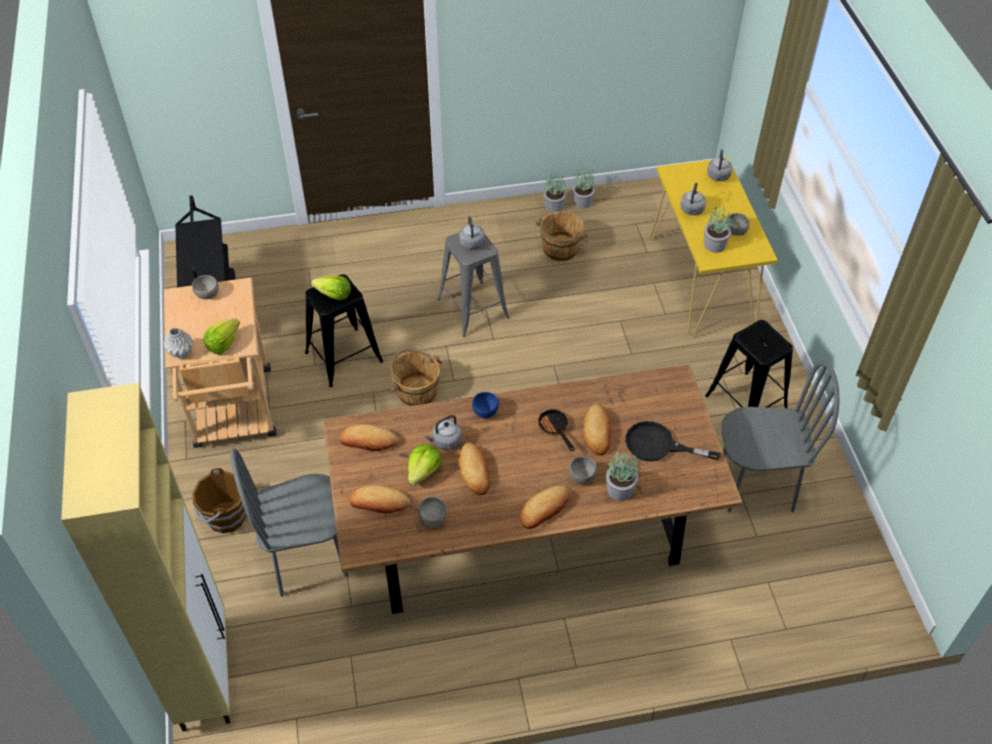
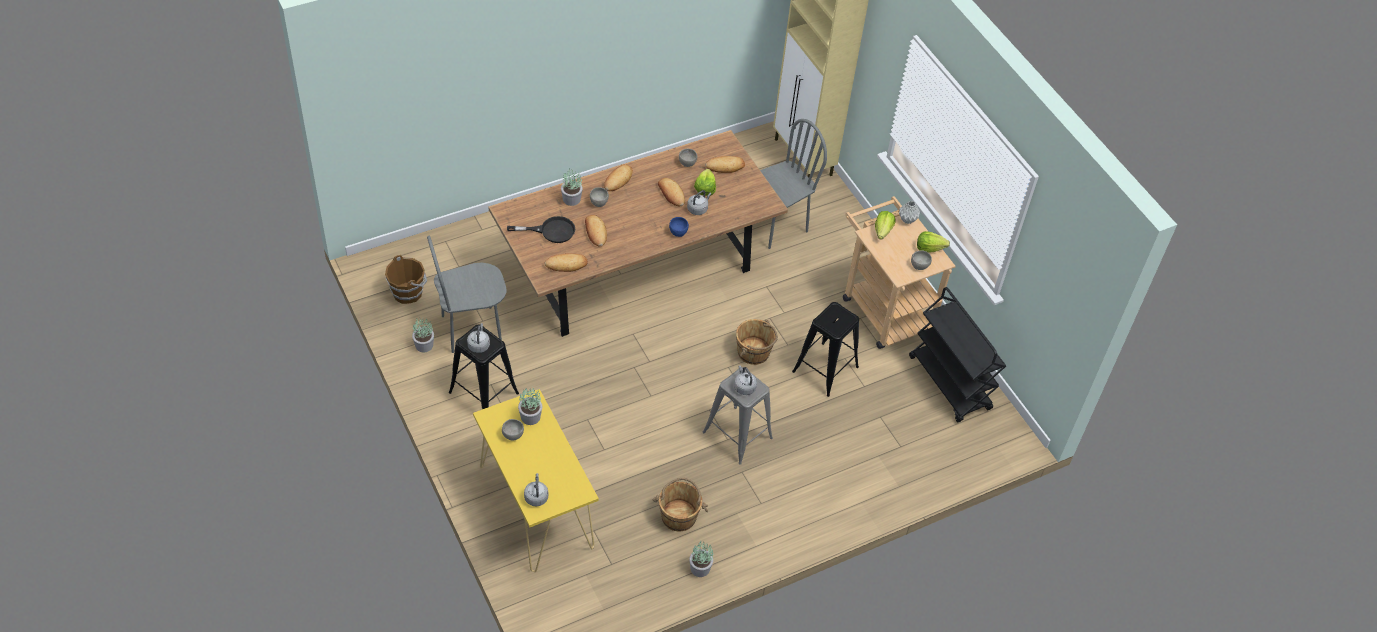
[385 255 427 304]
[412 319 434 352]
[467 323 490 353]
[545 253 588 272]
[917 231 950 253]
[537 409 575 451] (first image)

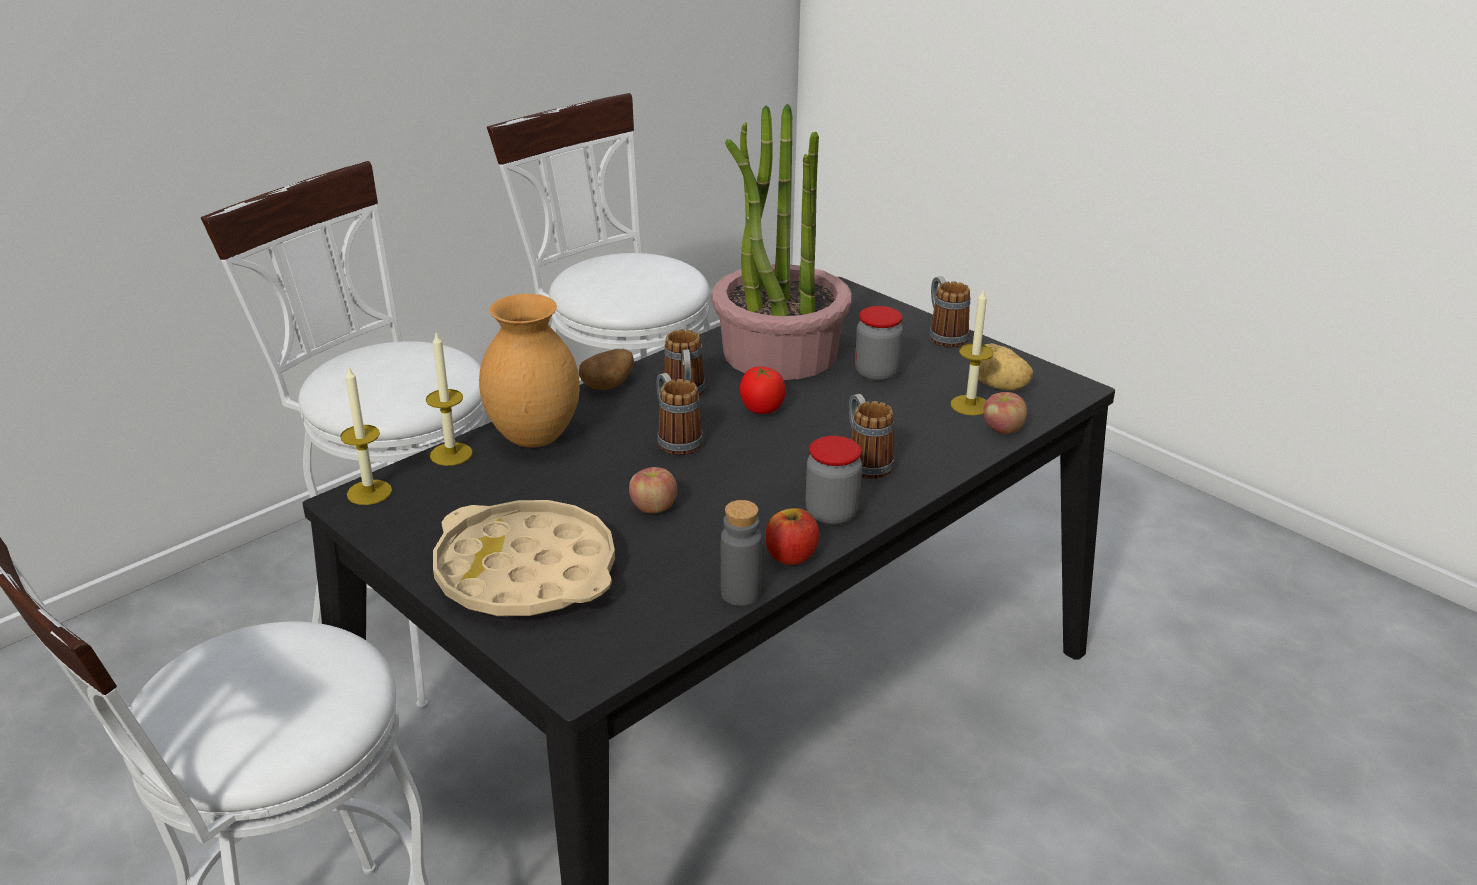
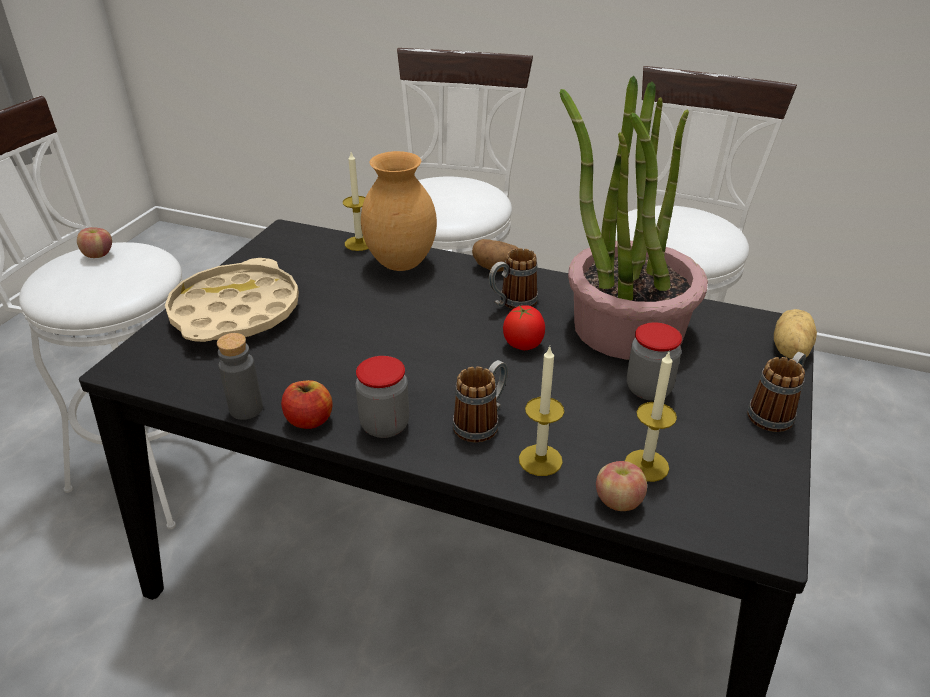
[77 227 112 258]
[519 346 564 476]
[774 309 817 359]
[657 373 703 455] (first image)

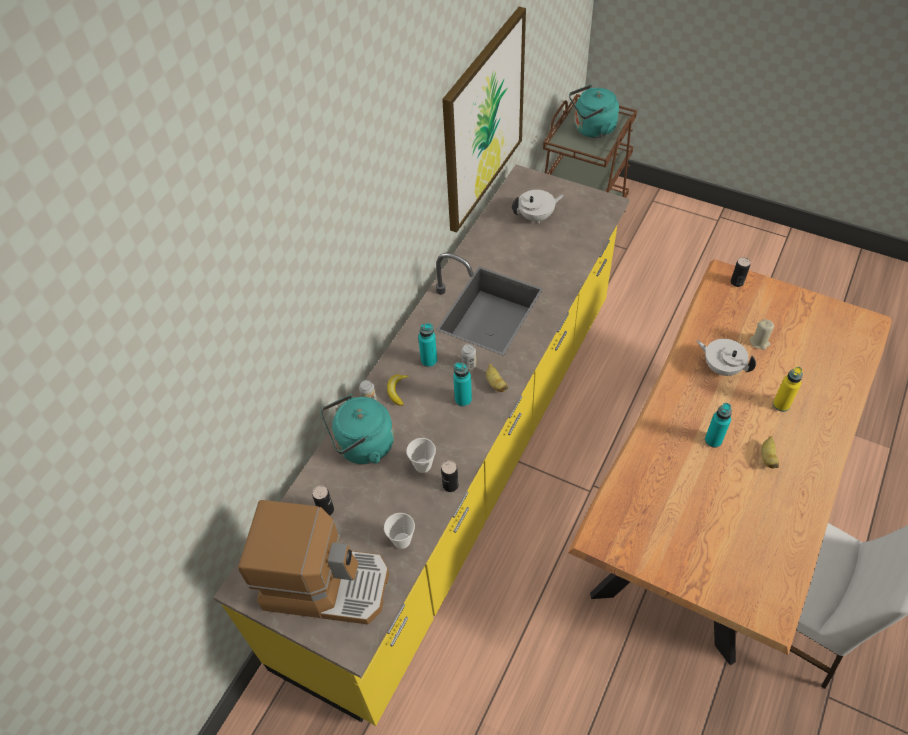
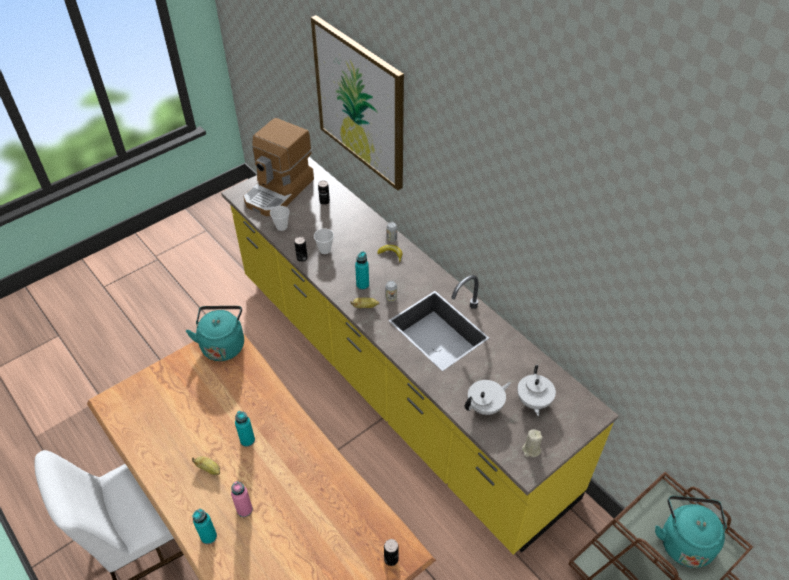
[186 306 244 361]
[192 509 217 544]
[231 481 253 517]
[311 15 404 191]
[464 380 511 415]
[522 429 543 457]

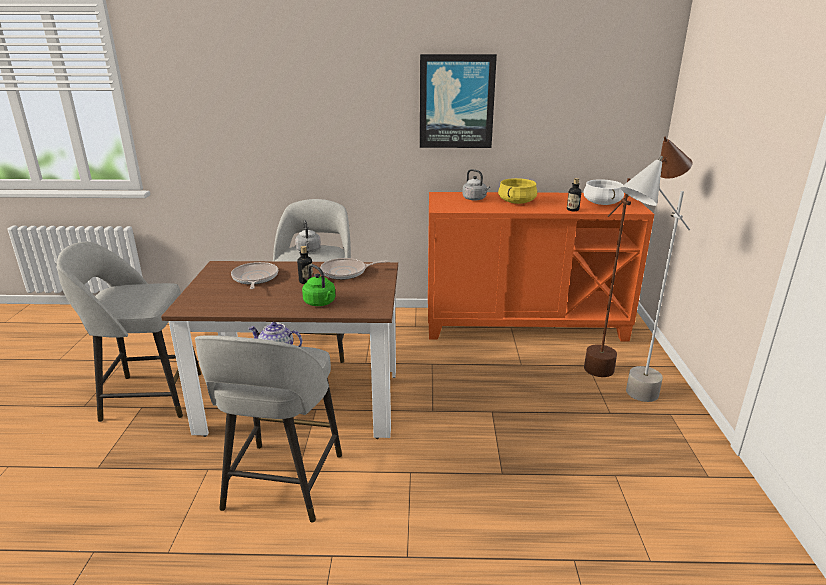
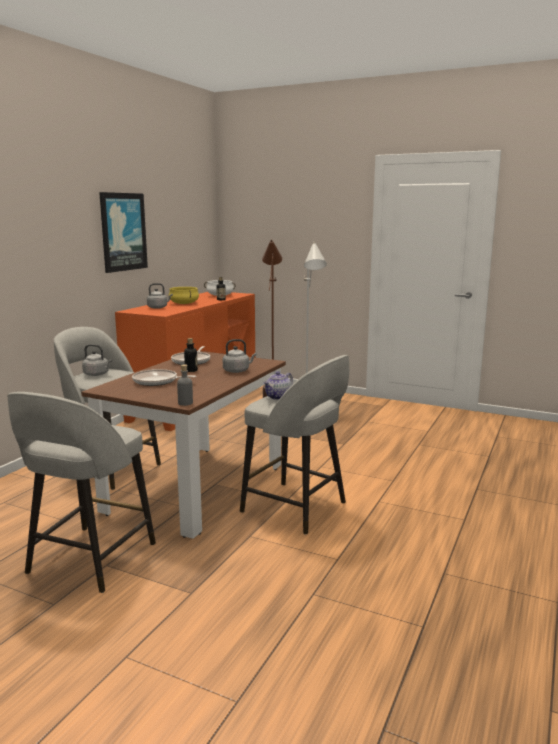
[177 364 193 406]
[223 339 257 373]

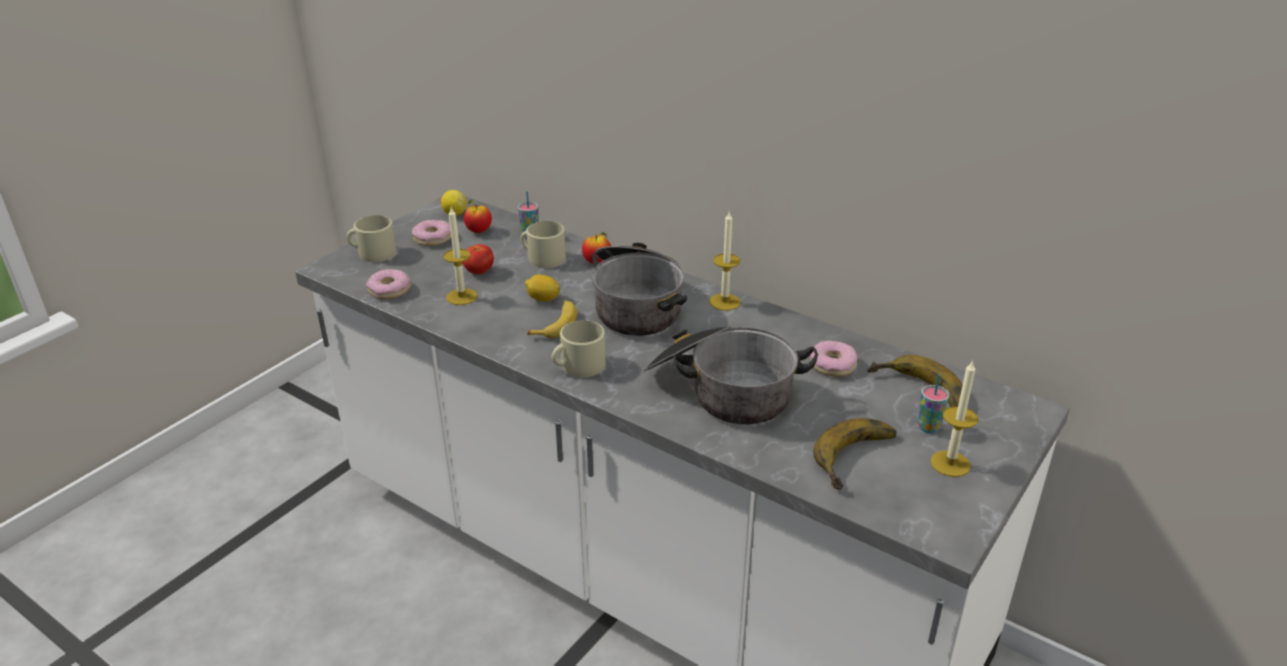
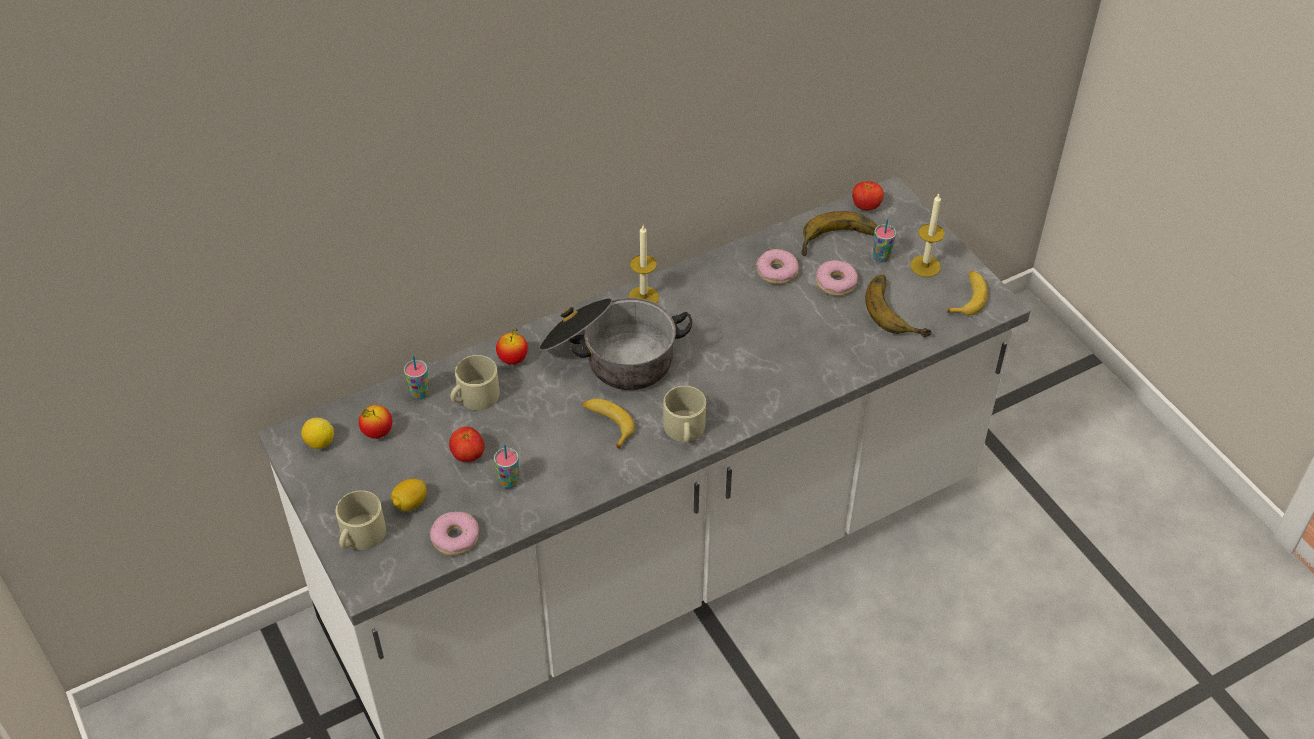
[391 479 427 511]
[494 444 519 488]
[816 260 858 296]
[852 181 884 210]
[947 271 988 315]
[644 326 818 424] (first image)

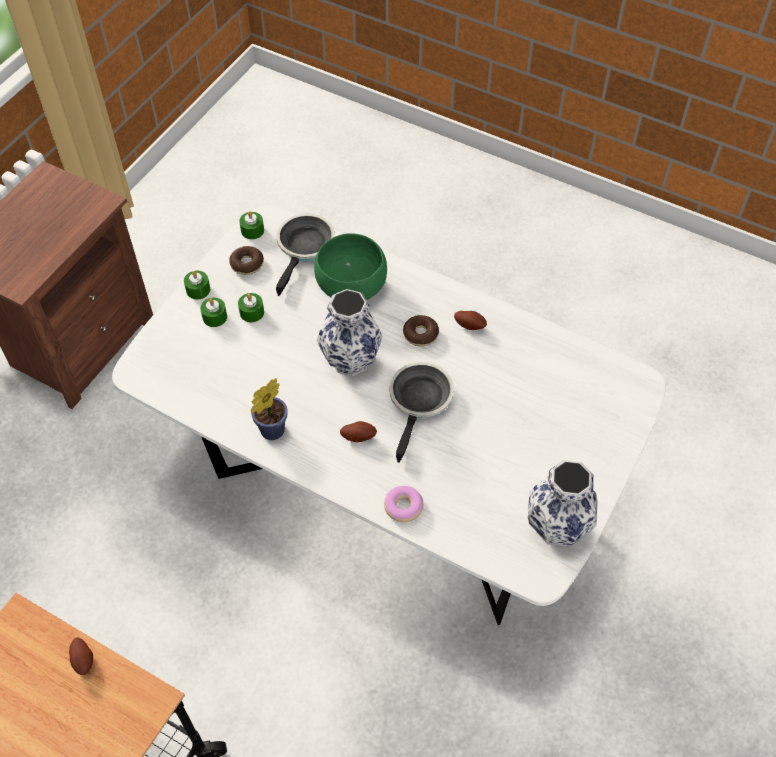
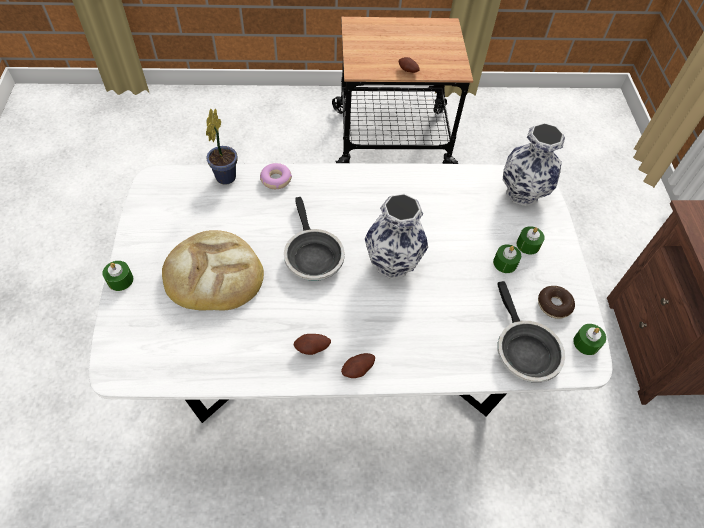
[102 261 134 291]
[162 230 264 311]
[206 109 238 185]
[341 353 375 378]
[503 123 565 206]
[314 233 387 300] (first image)
[403 315 439 346] (first image)

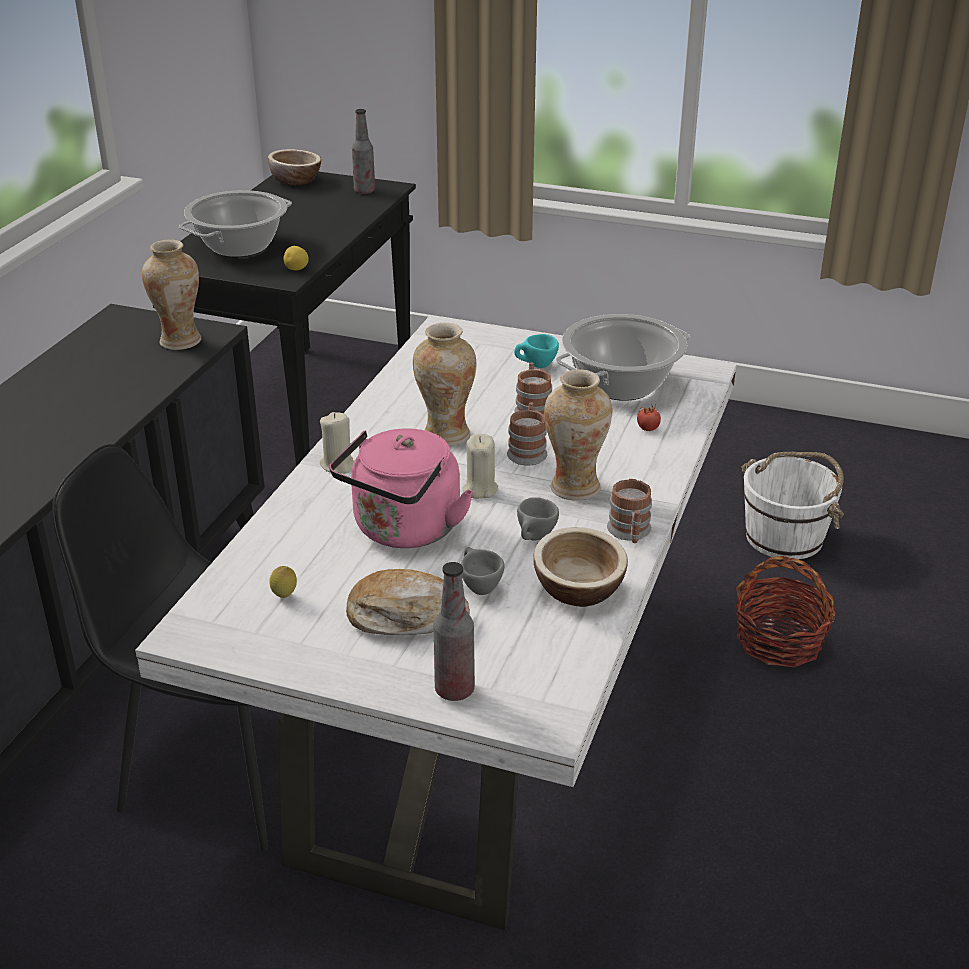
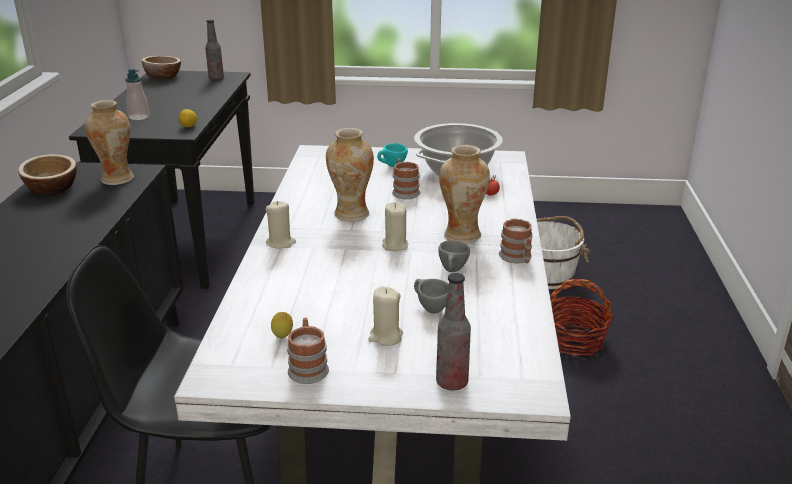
[18 154 77 195]
[125 69 150 120]
[287 317 329 384]
[368 286 403 346]
[329 428 473 548] (first image)

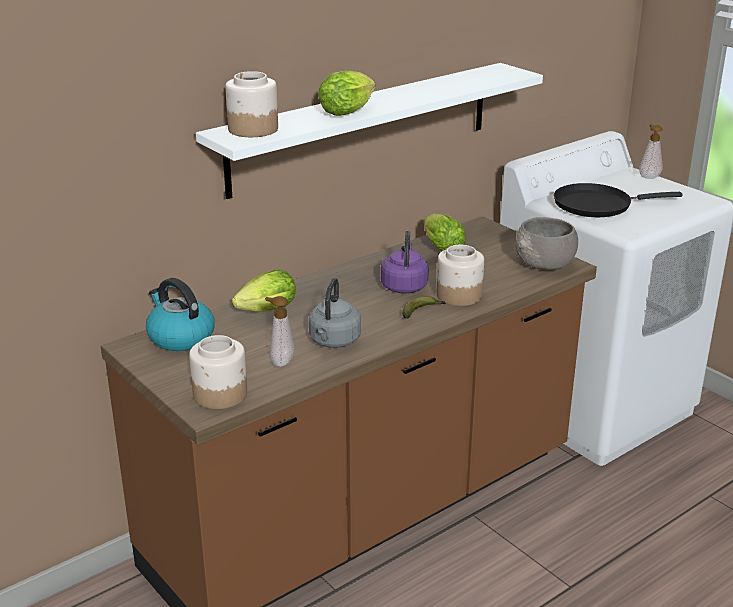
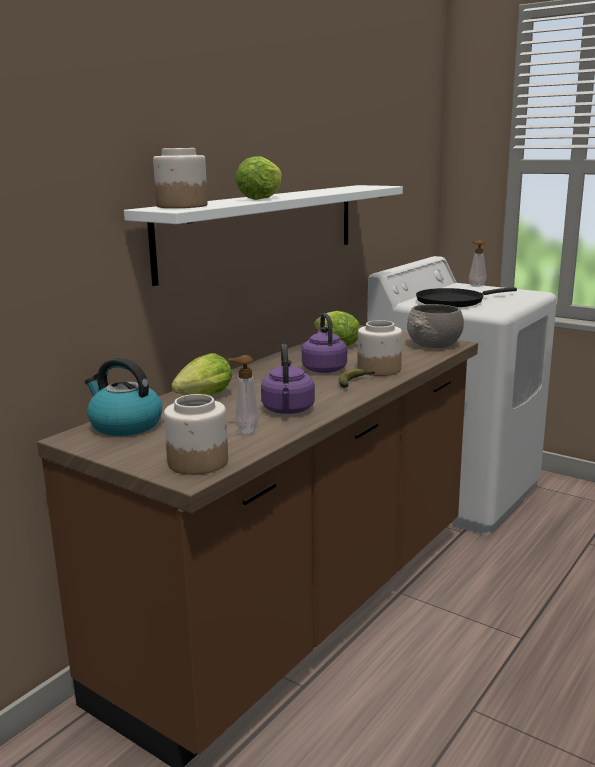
[261 344 315 414]

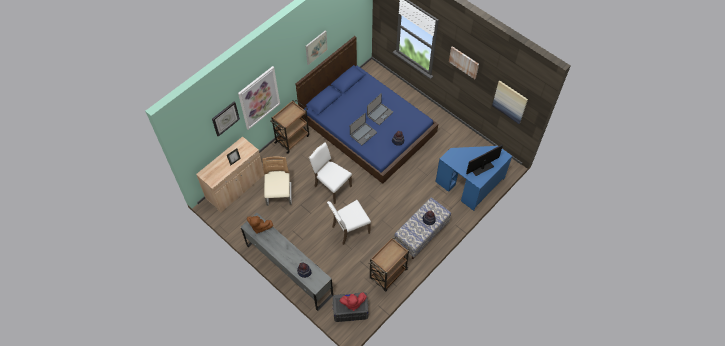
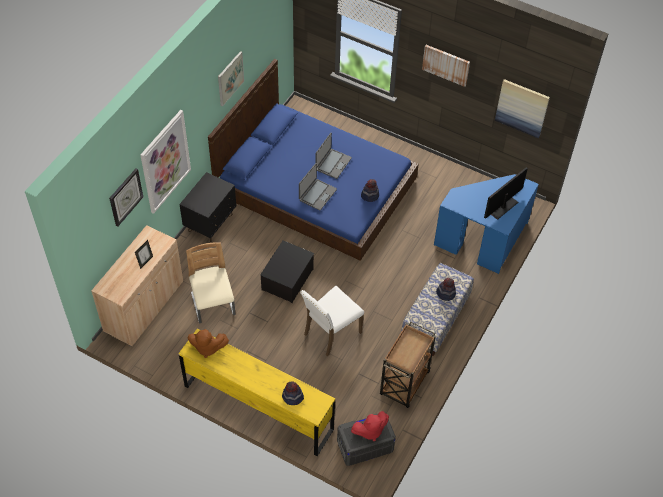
[178 328 335 457]
[179 172 236 242]
[260 240 314 303]

